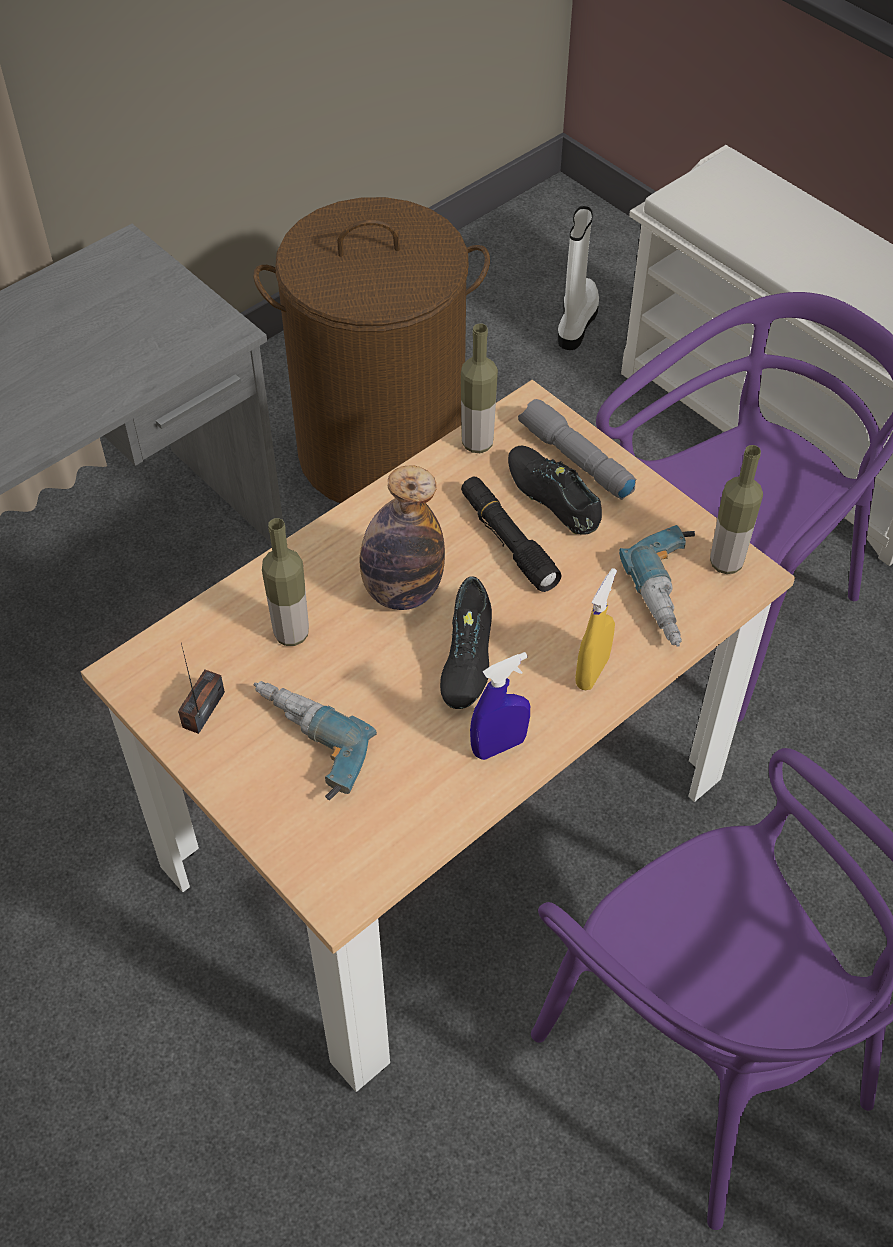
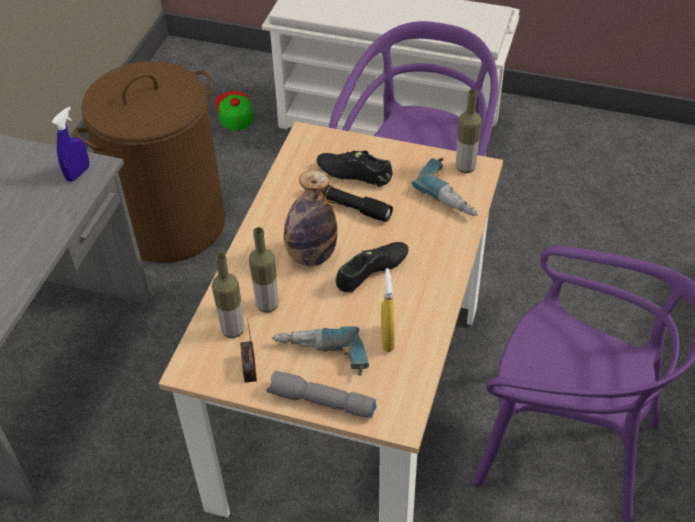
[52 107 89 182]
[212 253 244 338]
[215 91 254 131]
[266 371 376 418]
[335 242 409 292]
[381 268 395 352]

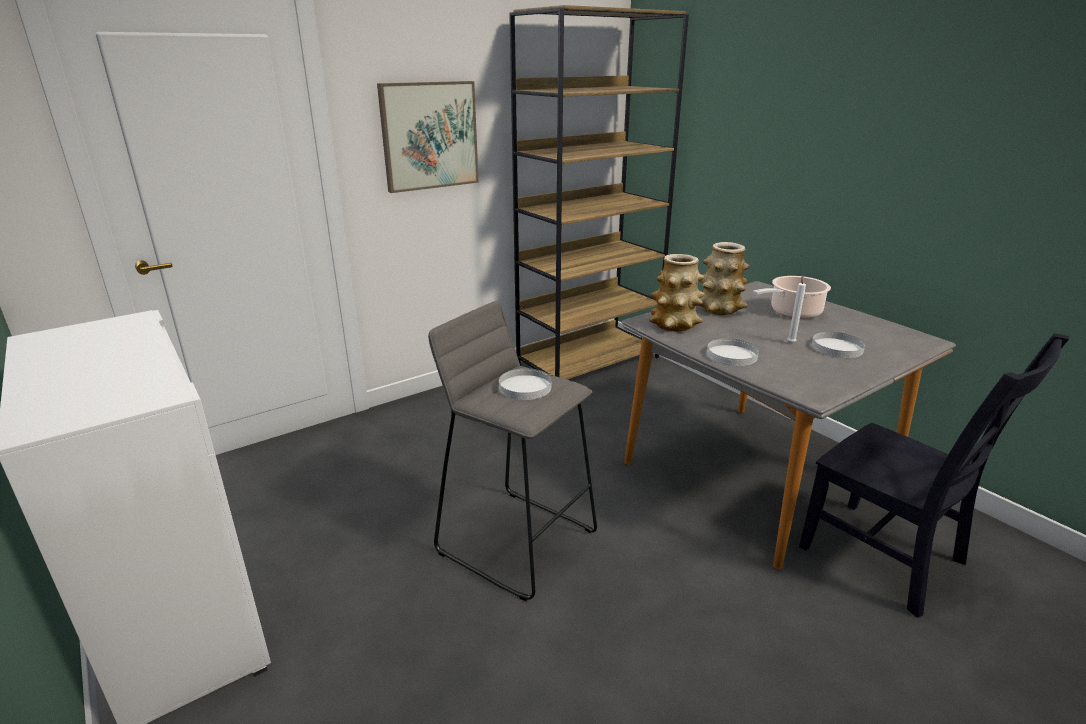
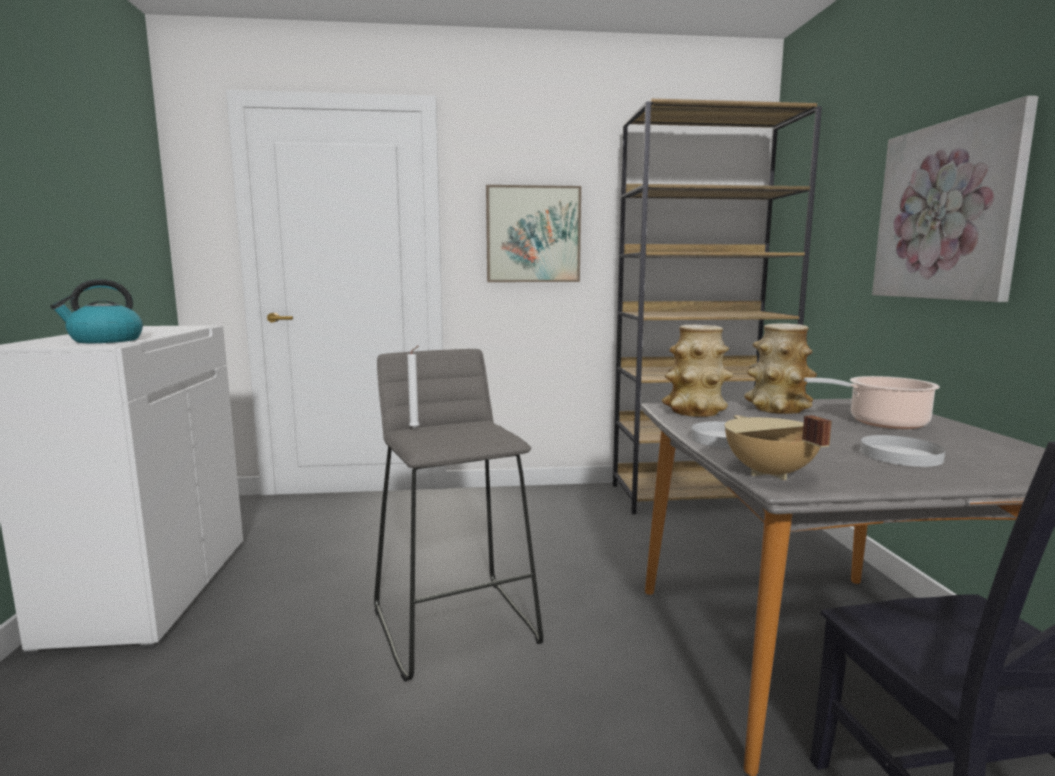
[50 279 143 343]
[407 345 419 429]
[725 415 832 480]
[872 96 1038 302]
[499 368 551 400] (first image)

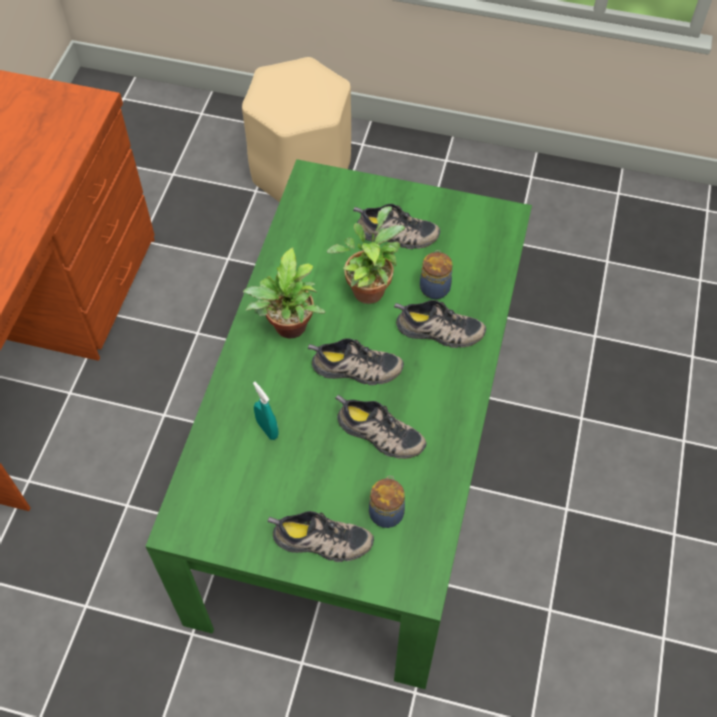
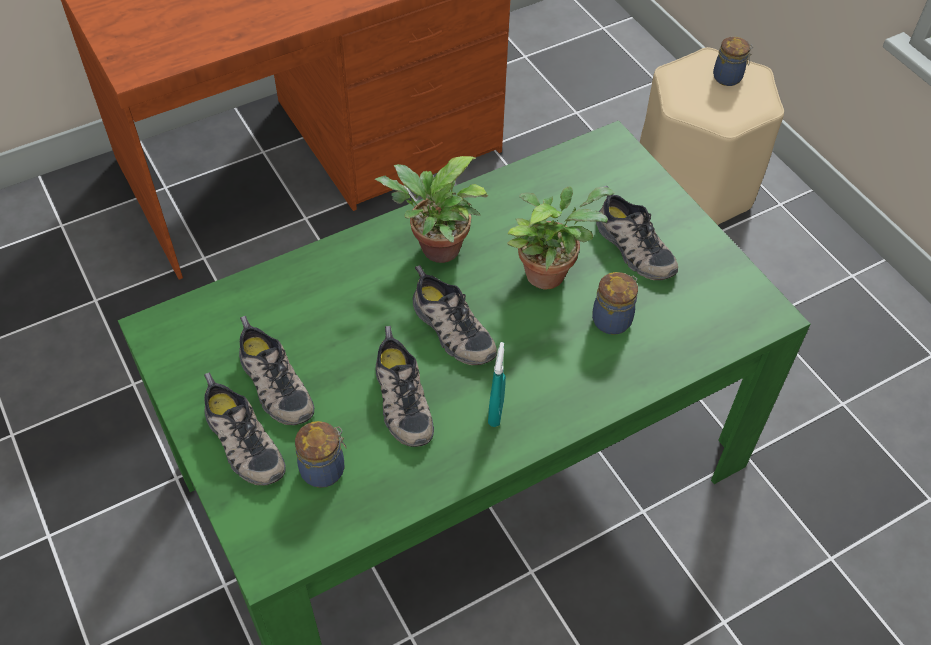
[239 316 315 425]
[488 342 506 427]
[713 37 753 86]

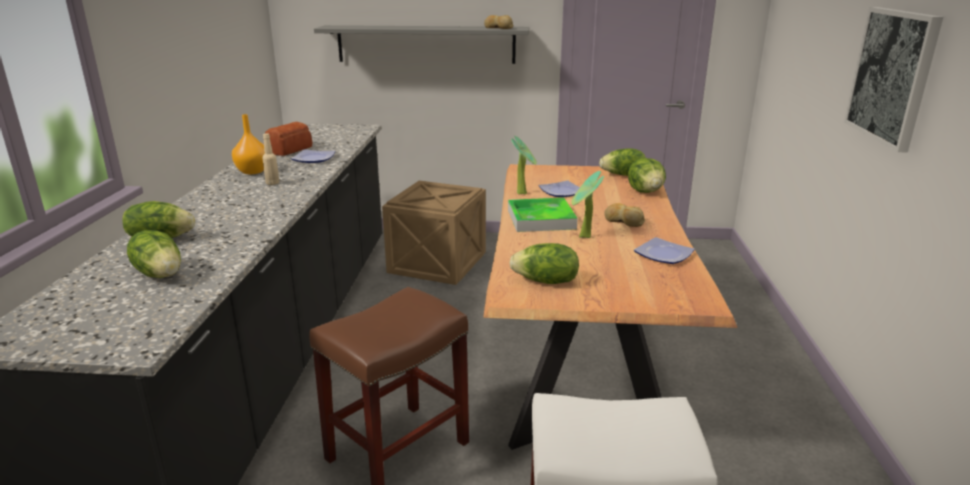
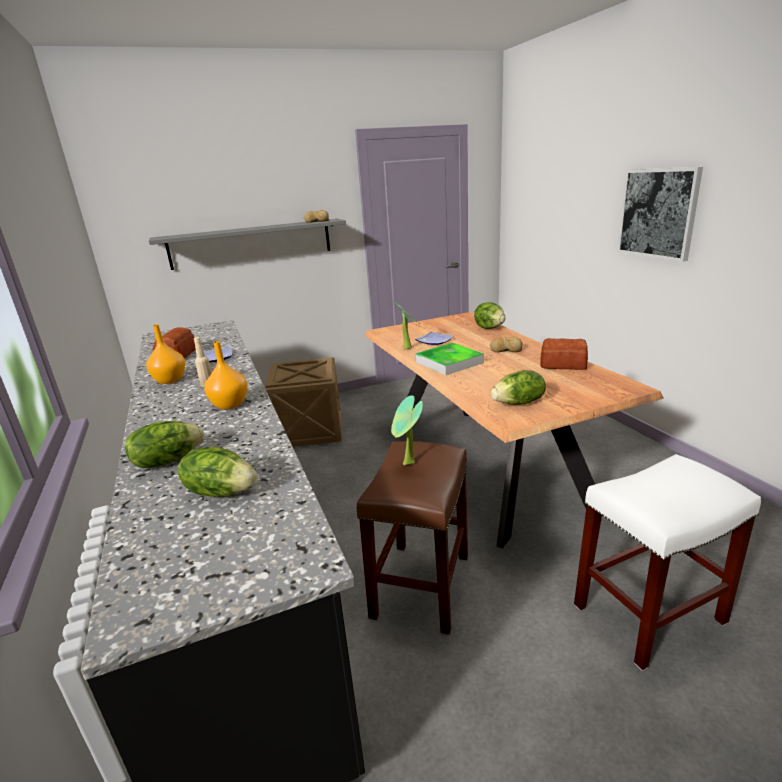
[204 341 248 410]
[391 396 423 465]
[540 338 588 370]
[599 148 646 176] (first image)

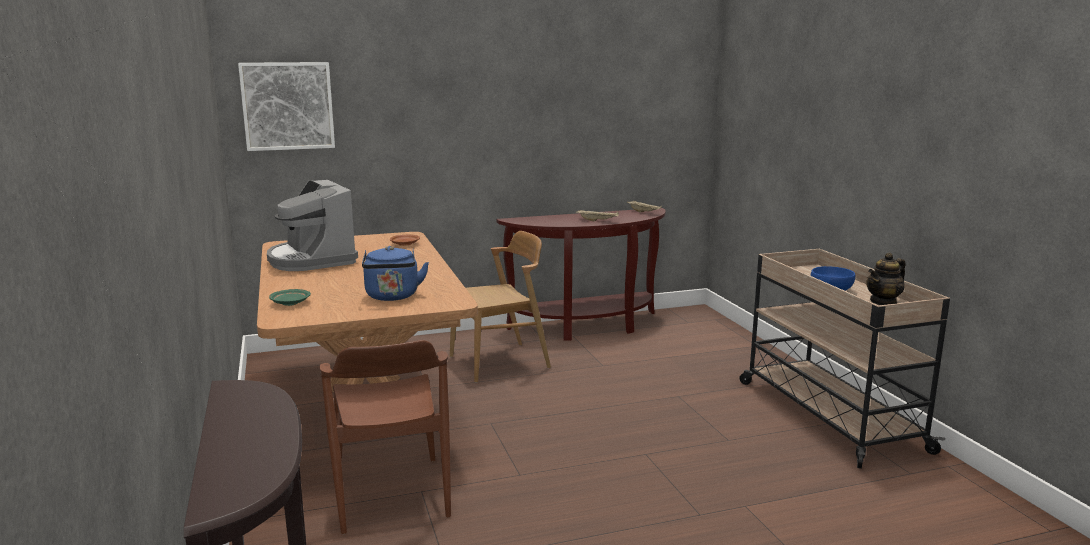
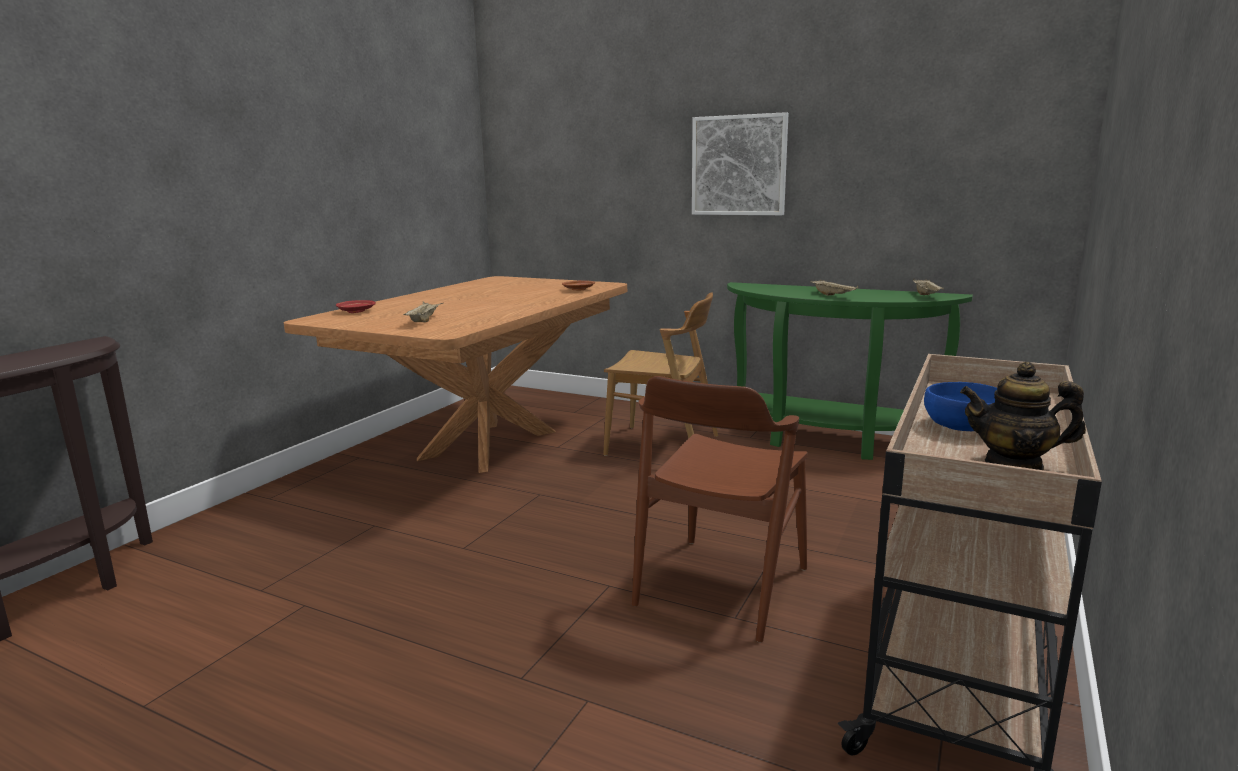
[336 300 376 313]
[403 301 443 322]
[632 376 808 643]
[692 112 789 215]
[727 282 973 460]
[267 180 358 271] (first image)

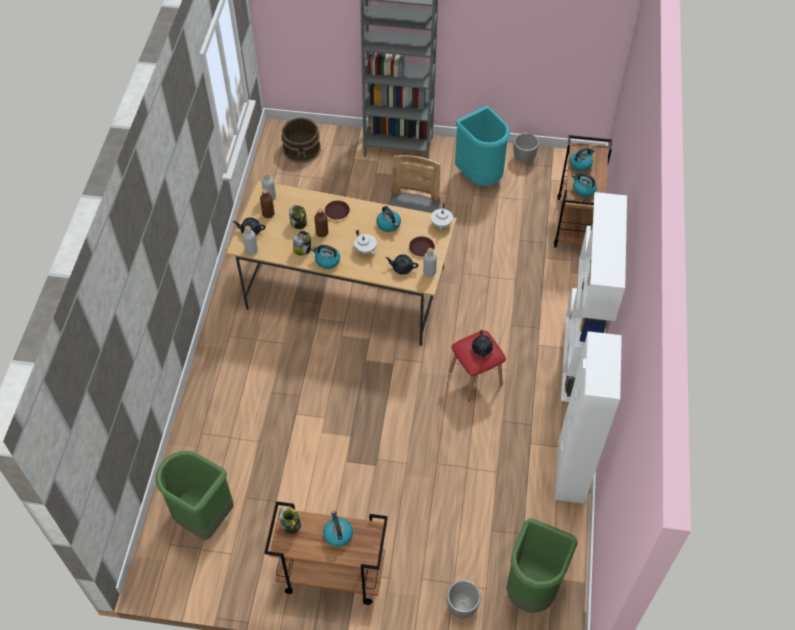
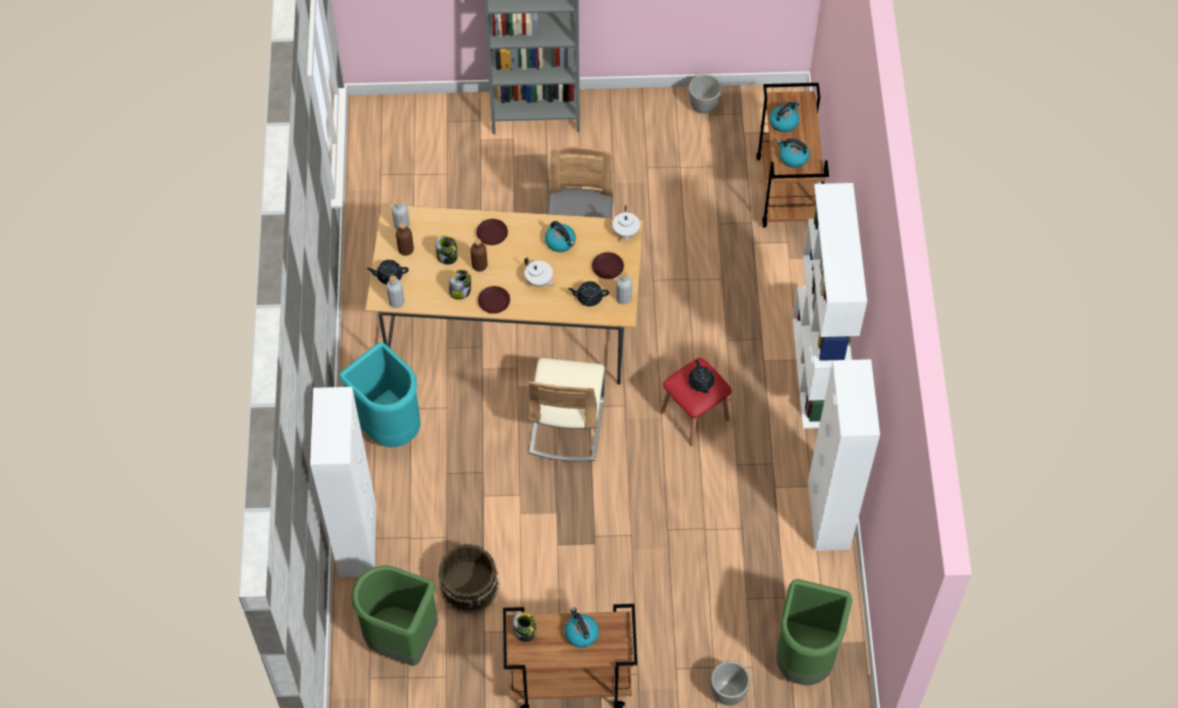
[310 387 376 577]
[339 342 421 447]
[438 544 499 614]
[478 286 510 314]
[528 358 605 461]

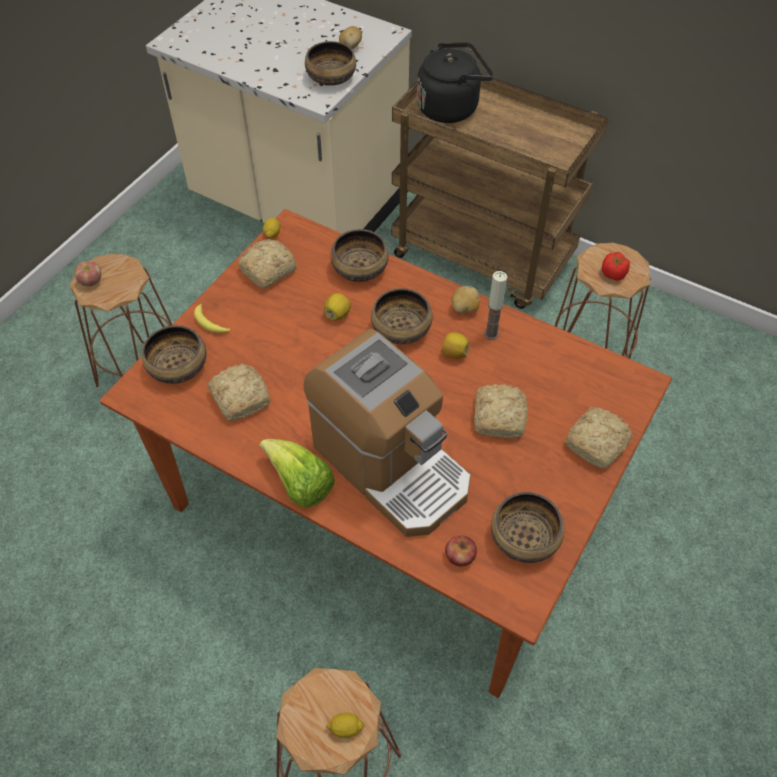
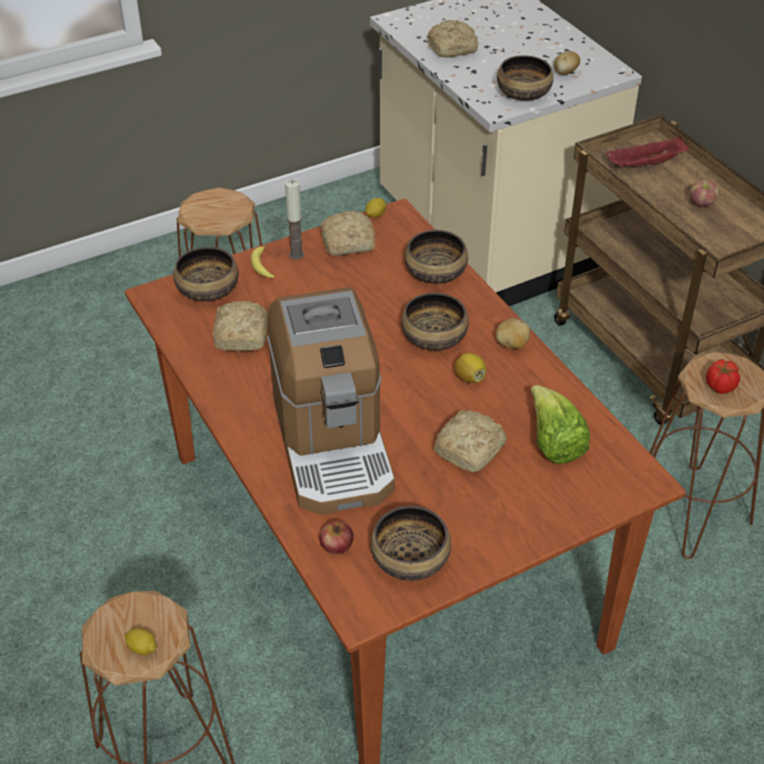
[285 179 304 260]
[427 20 478 58]
[531 385 590 464]
[606 136 689 167]
[690 180 718 207]
[324 293 351 320] (first image)

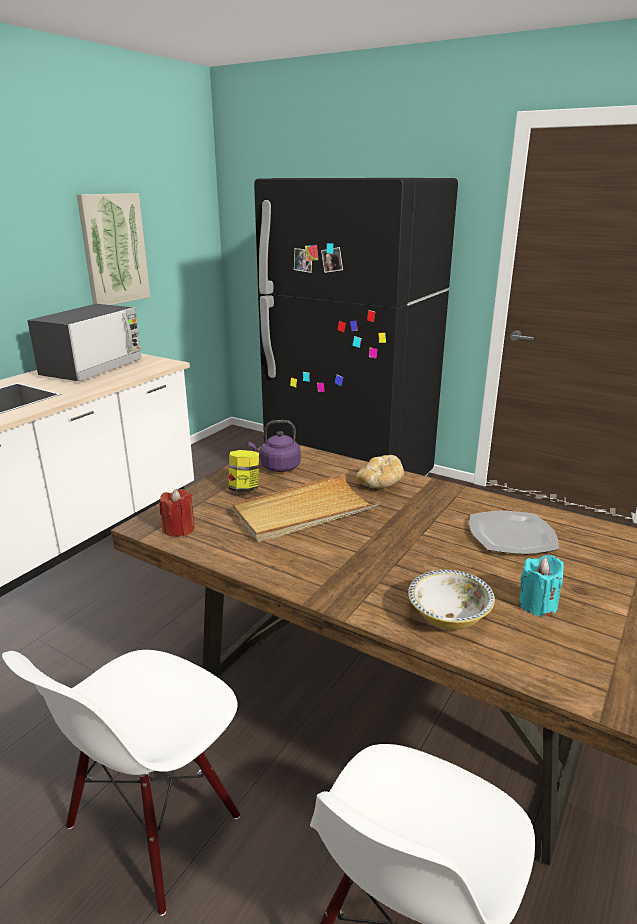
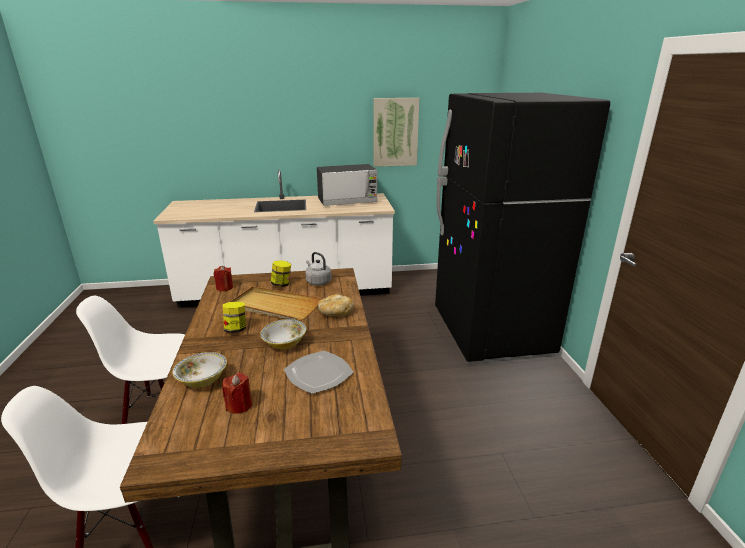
[222 373 252 414]
[223 301 246 333]
[260 319 306 349]
[305 252 331 286]

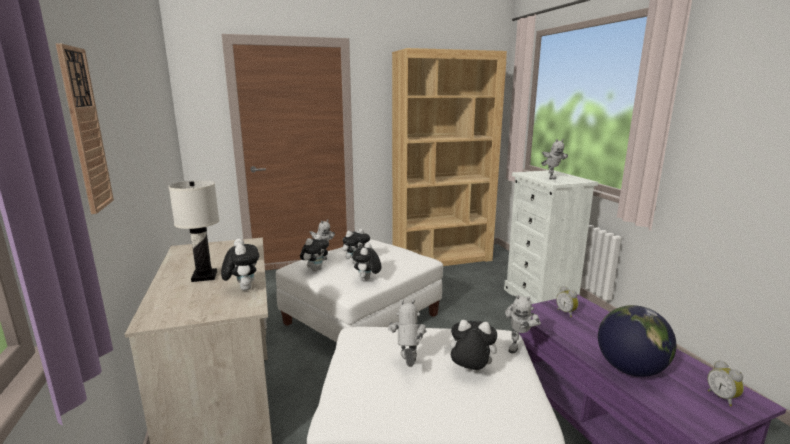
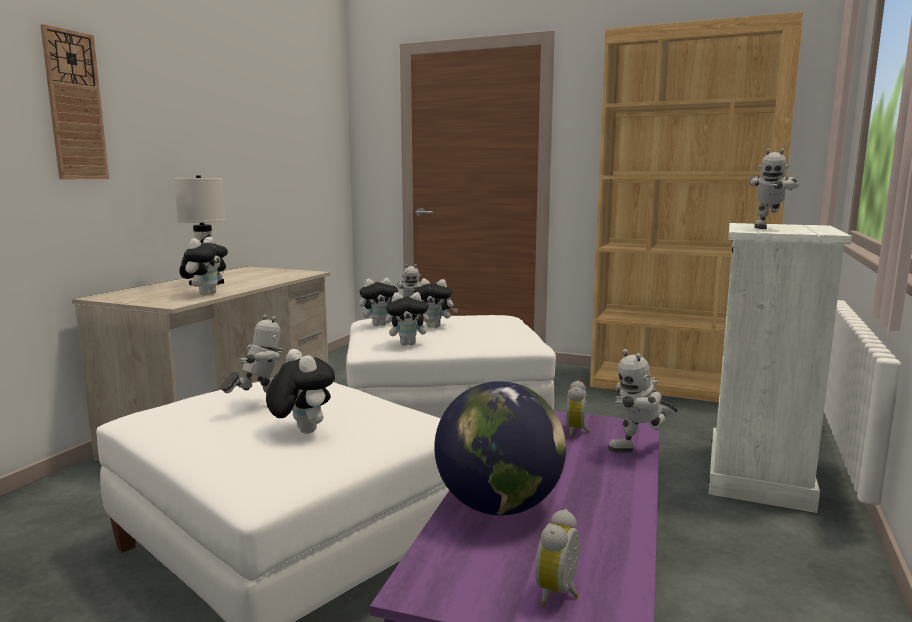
[385 292 434 346]
[608 349 678 452]

